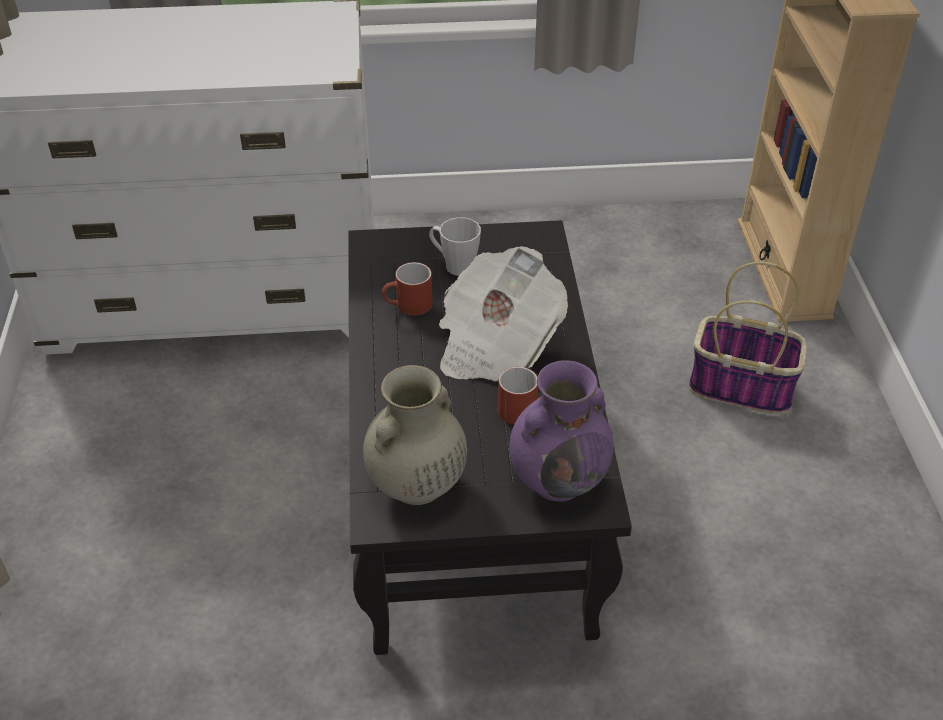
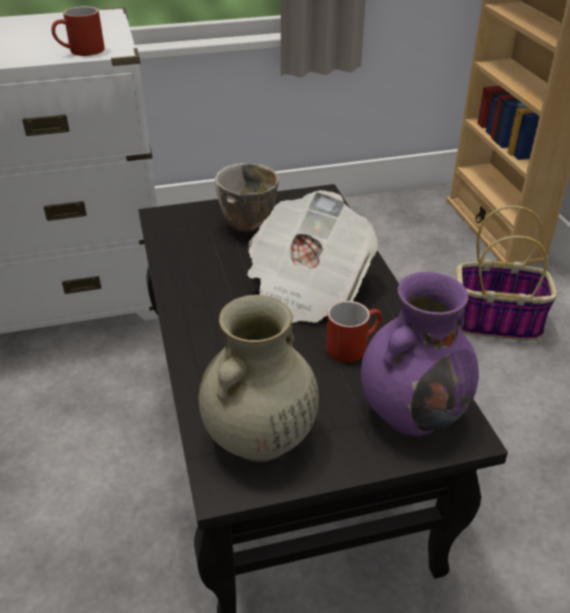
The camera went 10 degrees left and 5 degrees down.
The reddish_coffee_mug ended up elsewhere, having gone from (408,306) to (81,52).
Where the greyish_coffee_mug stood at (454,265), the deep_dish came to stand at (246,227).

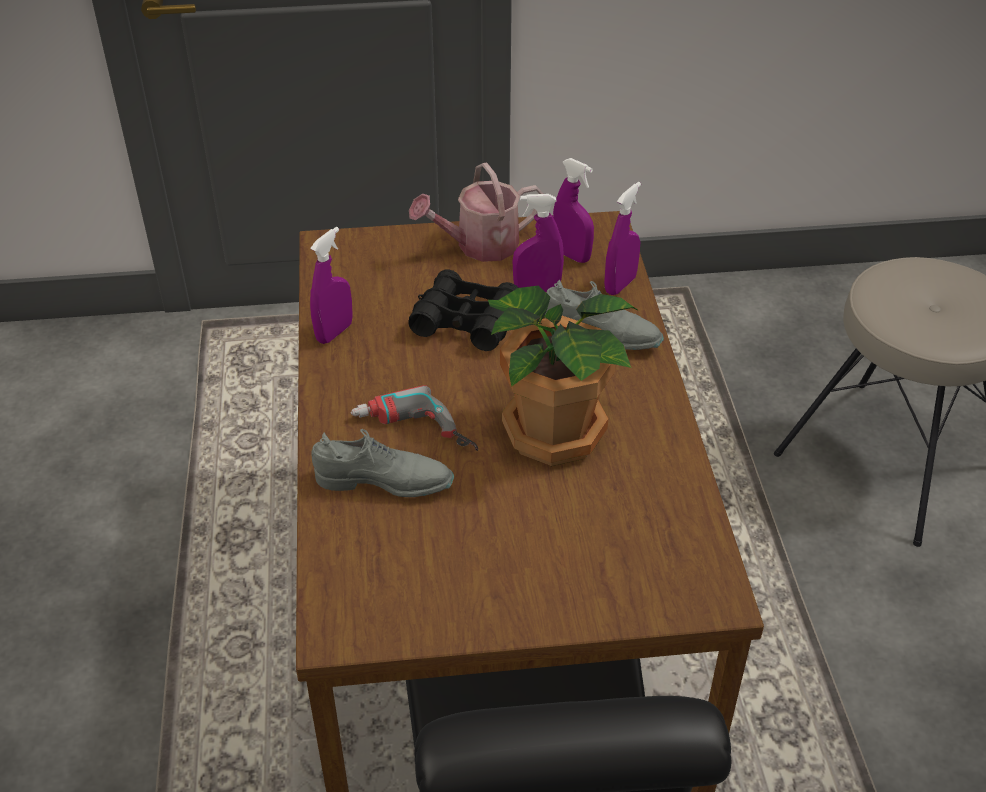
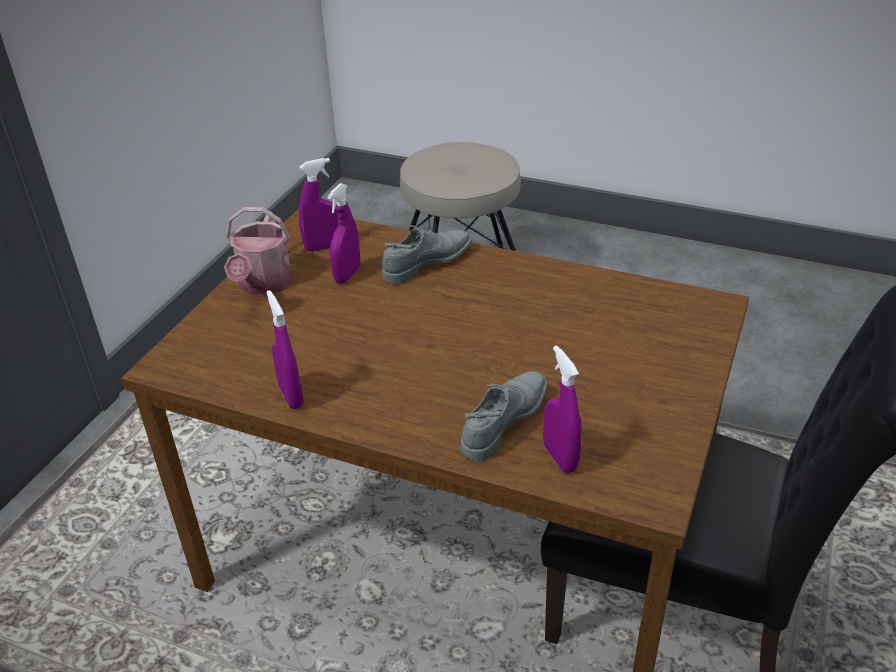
The camera went 60 degrees left and 5 degrees down.
The purplish_spray_bottle ended up elsewhere, having gone from (620,285) to (560,457).
The second view lost the electric_drill at (413,435).
The second view lost the black-coloured_field_glasses at (466,321).
The second view lost the houseplant at (553,430).

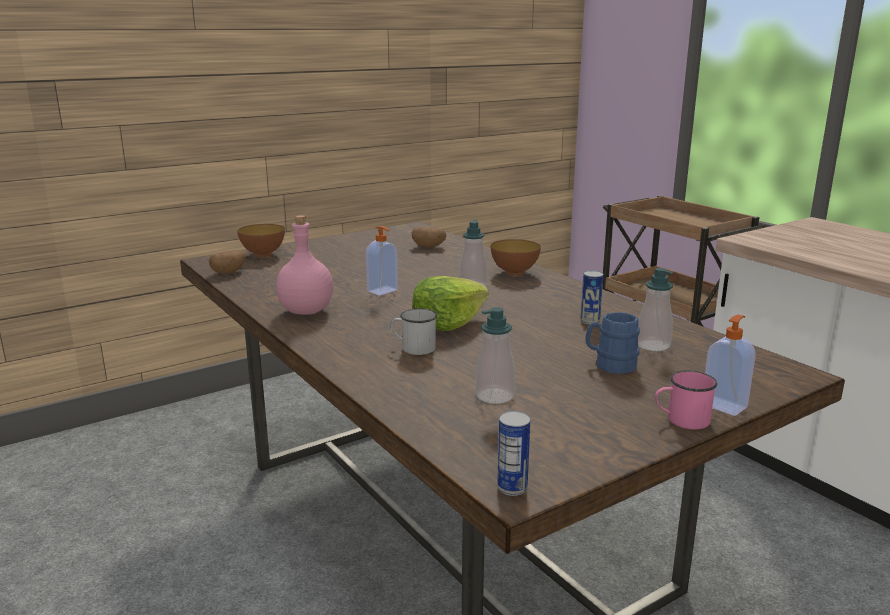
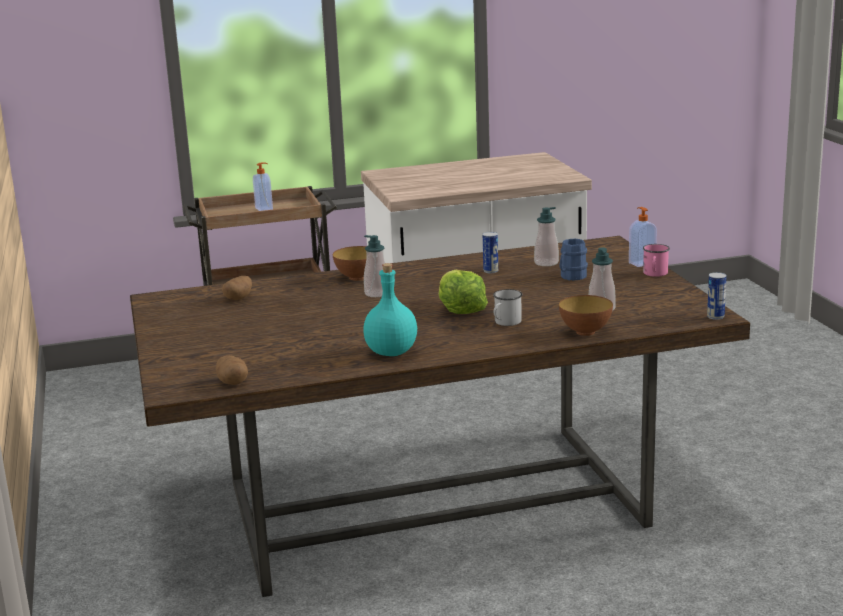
The camera went 70 degrees left and 0 degrees up.
The soap_bottle ended up elsewhere, having gone from (383,291) to (264,209).
What was the pink_bottle at (305,311) turned into the turquoise_bottle at (392,352).
The deep_dish ended up elsewhere, having gone from (263,254) to (585,332).

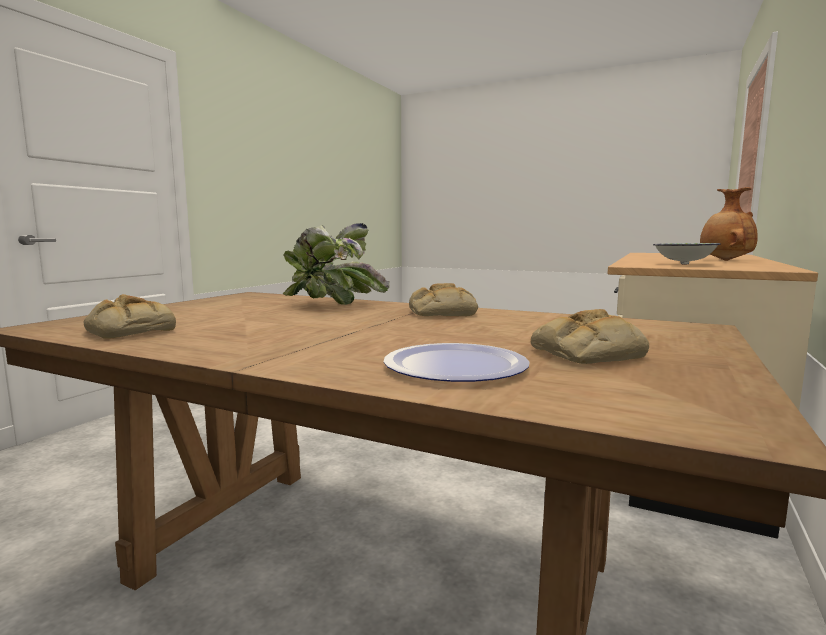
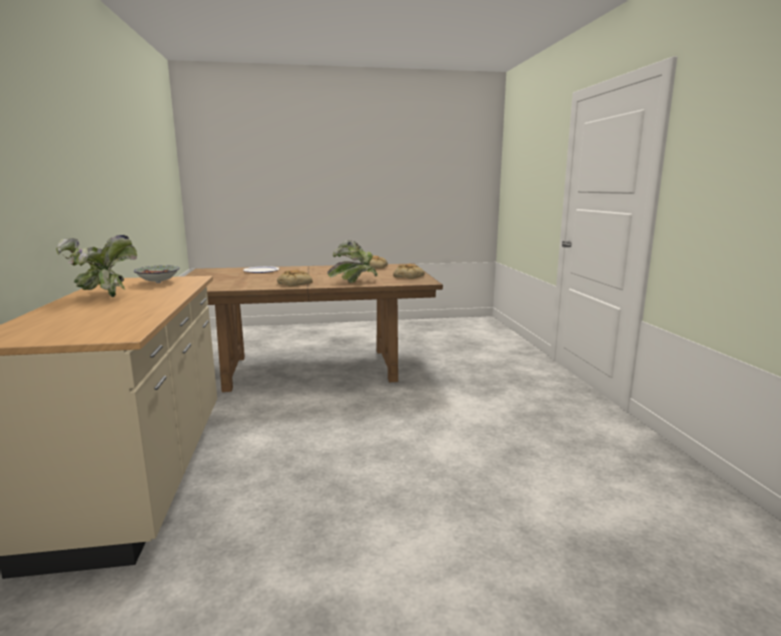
The camera went 145 degrees right and 5 degrees up.
Where the brownish_decorative_vase stood at (724,260), the houseplant came to stand at (103,296).
The bakery_bread ended up elsewhere, having gone from (587,354) to (408,276).

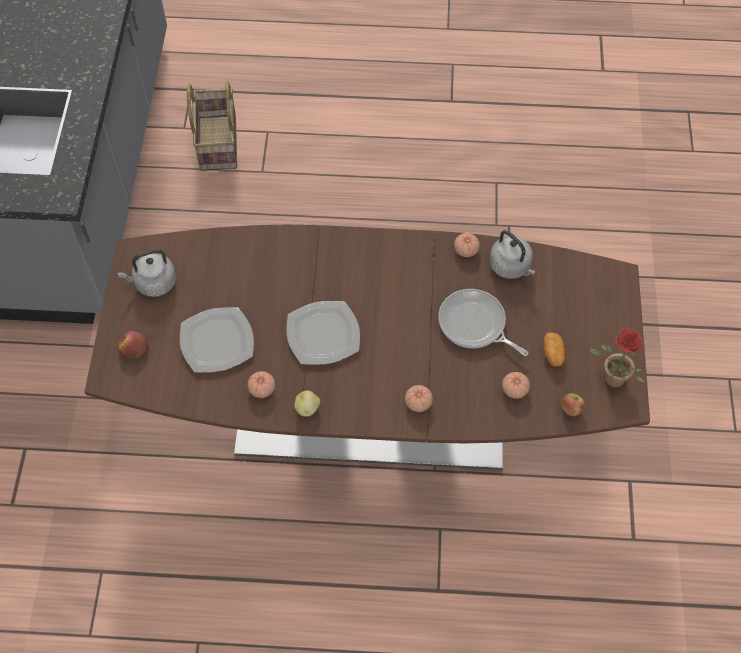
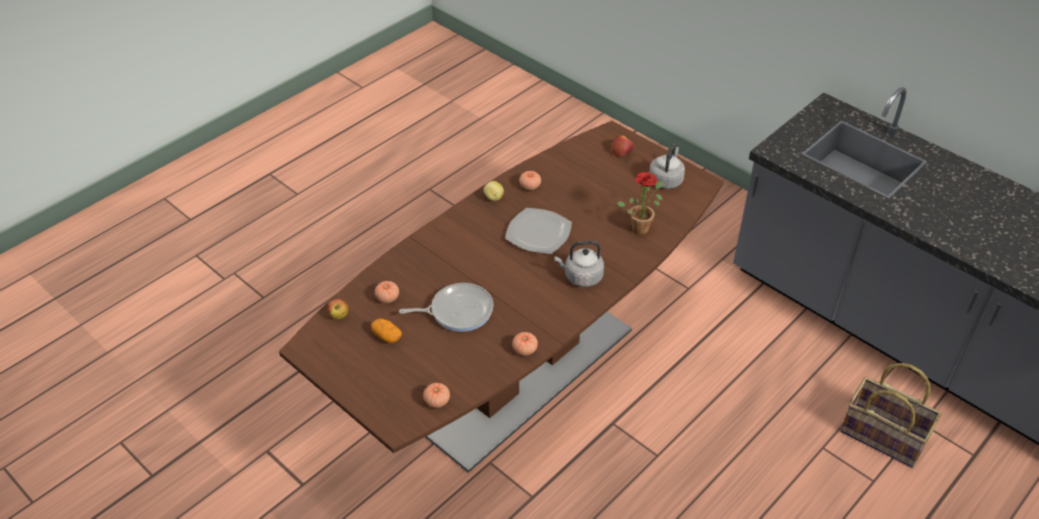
The camera went 130 degrees right and 15 degrees down.
The tomato ended up elsewhere, having gone from (418,403) to (437,401).
The greyish_water_kettle ended up elsewhere, having gone from (511,267) to (581,277).
The houseplant ended up elsewhere, having gone from (610,380) to (641,226).
The second view lost the dinner_plate at (218,342).

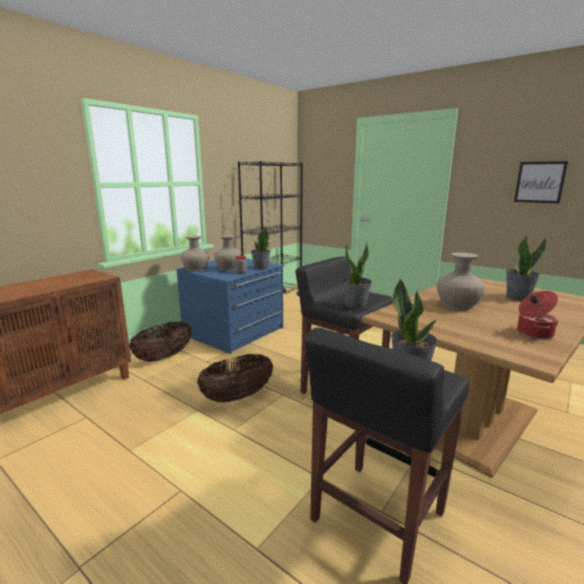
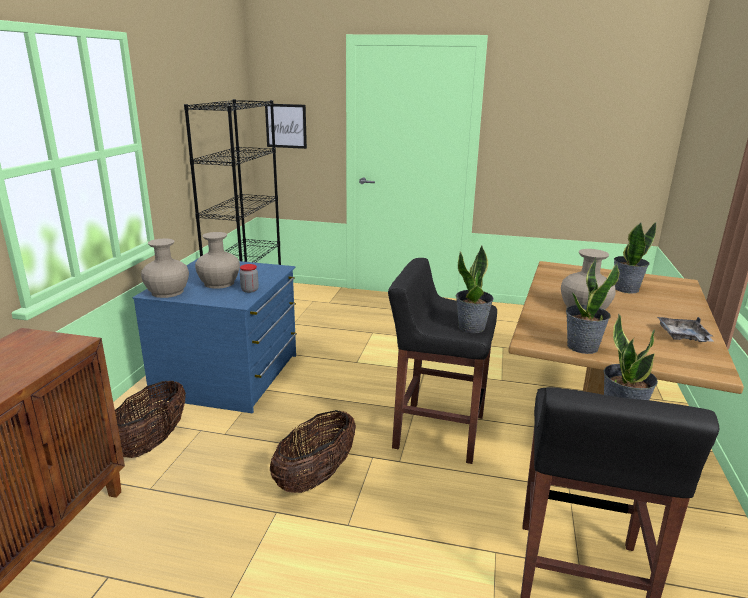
The camera went 25 degrees left and 5 degrees up.
The wall_art ended up elsewhere, having gone from (539,182) to (286,126).
The houseplant ended up elsewhere, having gone from (260,268) to (582,347).
Where the stockpot stood at (533,333), the greyish_serving_tray came to stand at (683,337).

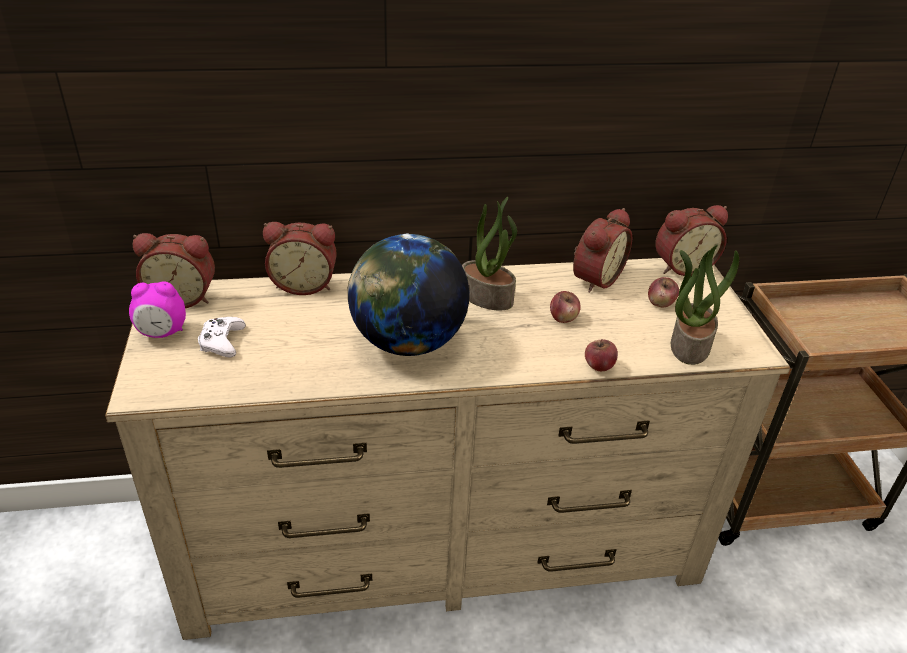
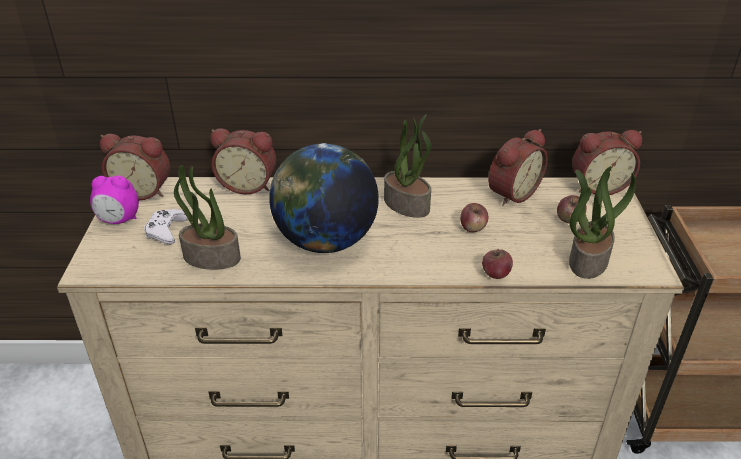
The camera went 10 degrees right and 0 degrees up.
The second view gained the houseplant at (210,258).

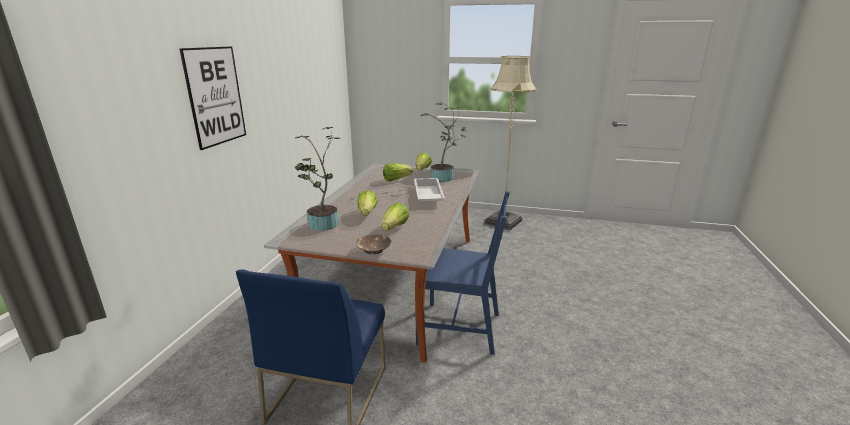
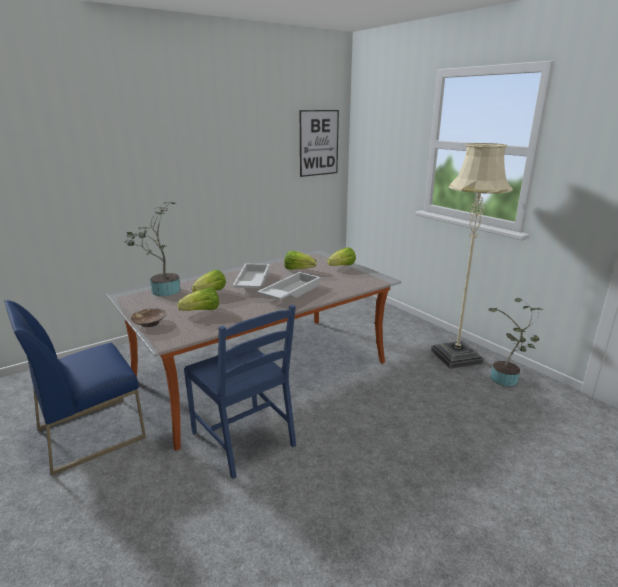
The camera went 40 degrees right and 0 degrees up.
The second view gained the whitish_serving_tray at (251,282).
The wall_art ended up elsewhere, having gone from (215,96) to (319,143).
The houseplant ended up elsewhere, having gone from (444,178) to (506,380).

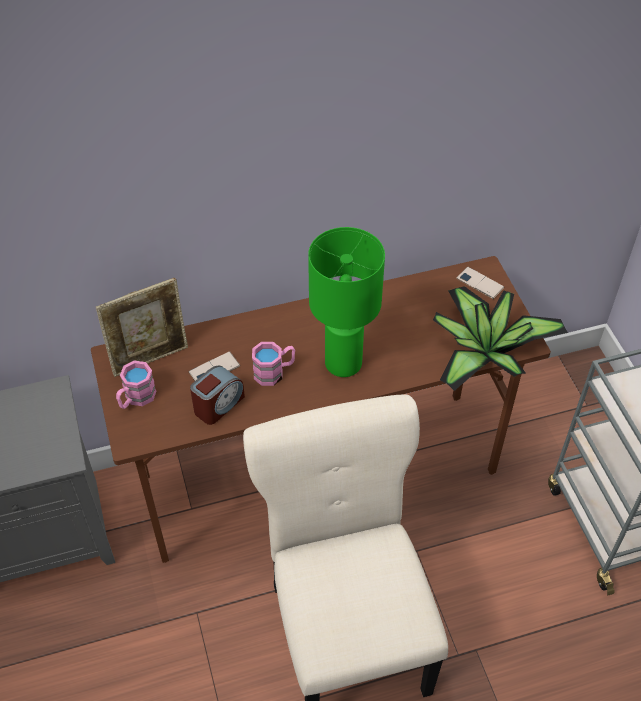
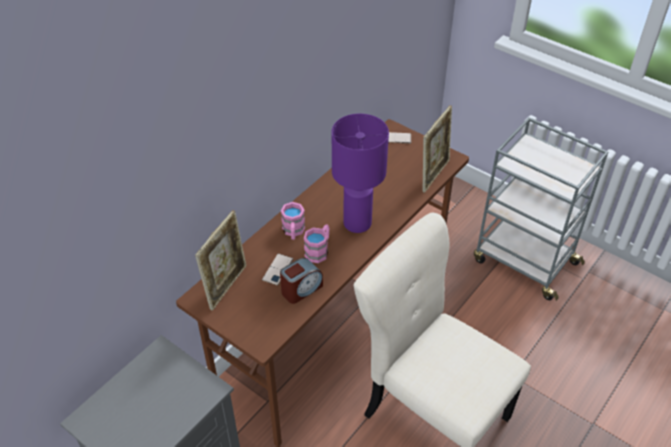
The camera went 35 degrees left and 5 degrees down.
The bedside_clock at (218,405) ended up facing another way, 45 degrees clockwise from before.
The pink_coffee_mug ended up elsewhere, having gone from (136,398) to (293,232).
What was the green-coloured_lamp_for_a_table at (343,362) turned into the purplish_lamp_for_a_table at (356,223).
Where the houseplant stood at (485,352), the photo_frame came to stand at (434,174).

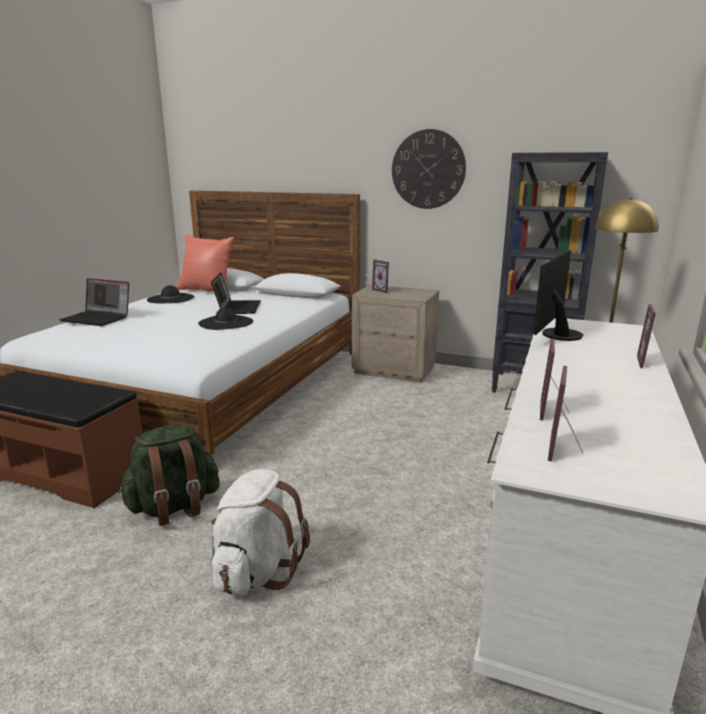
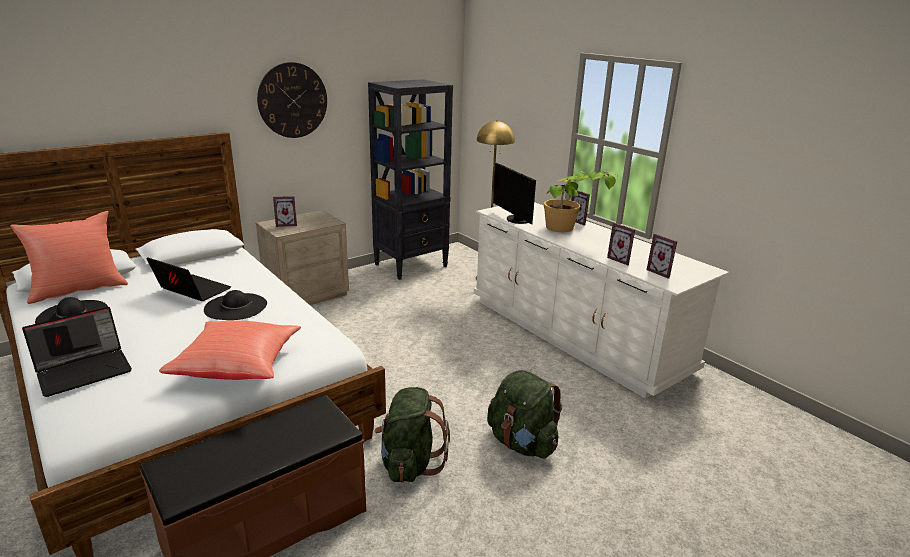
The camera went 60 degrees left and 5 degrees up.
The second view gained the reddish_cushion at (238,366).
What was the whitish_rucksack at (256,570) turned into the green-coloured_rucksack at (522,443).
The second view gained the houseplant at (570,232).

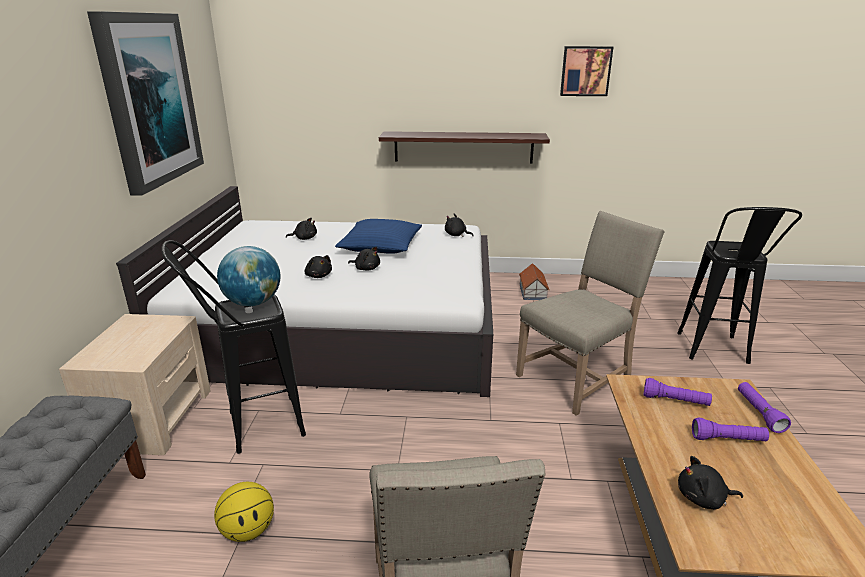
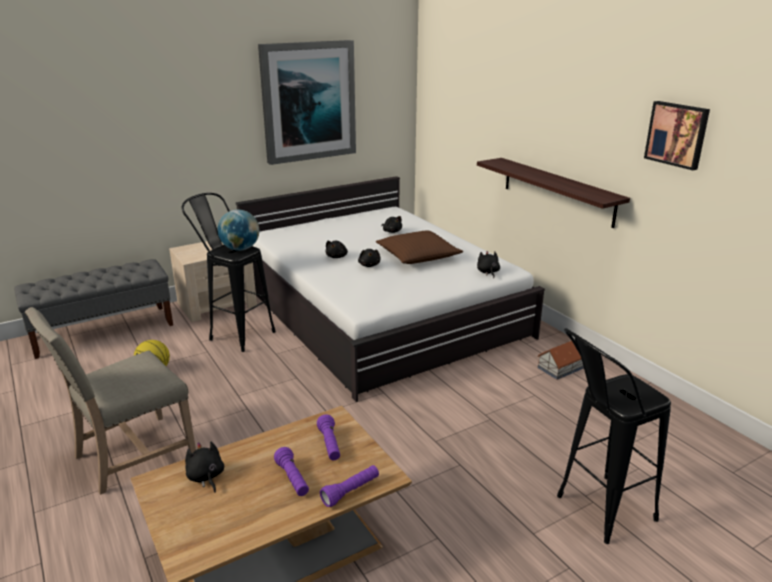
The camera went 55 degrees right and 0 degrees up.
What was the blue-coloured_cushion at (380,246) turned into the brownish_cushion at (417,256).
The second view lost the beige_chair at (577,378).

